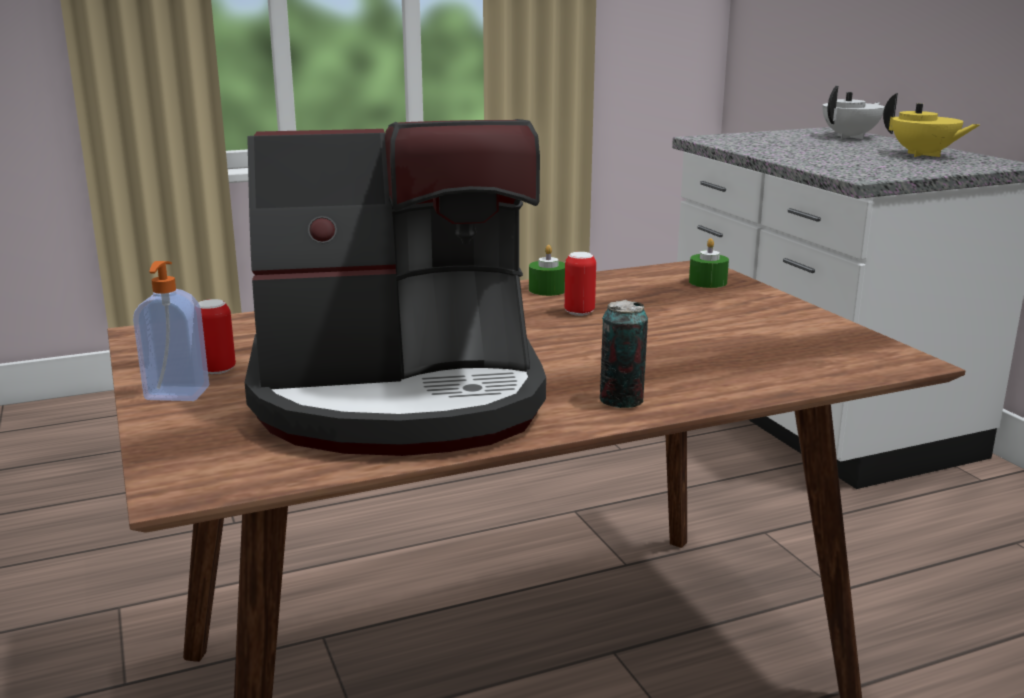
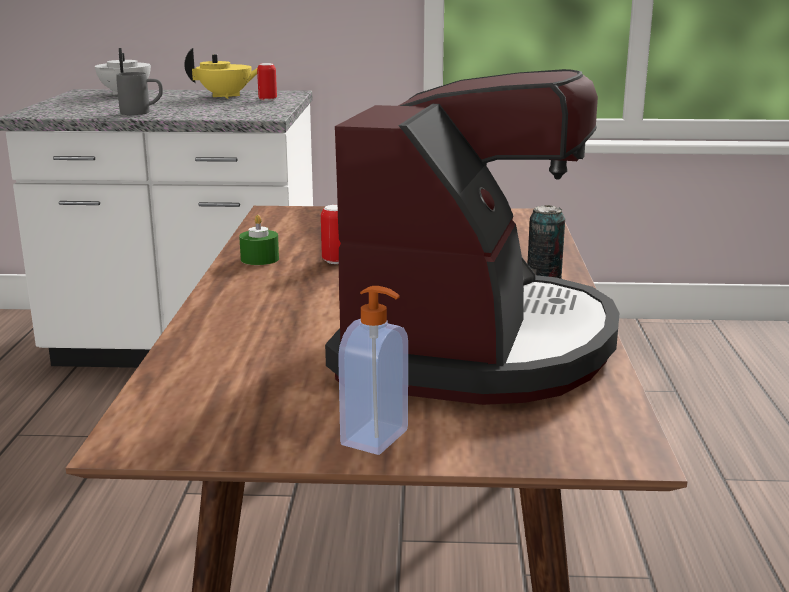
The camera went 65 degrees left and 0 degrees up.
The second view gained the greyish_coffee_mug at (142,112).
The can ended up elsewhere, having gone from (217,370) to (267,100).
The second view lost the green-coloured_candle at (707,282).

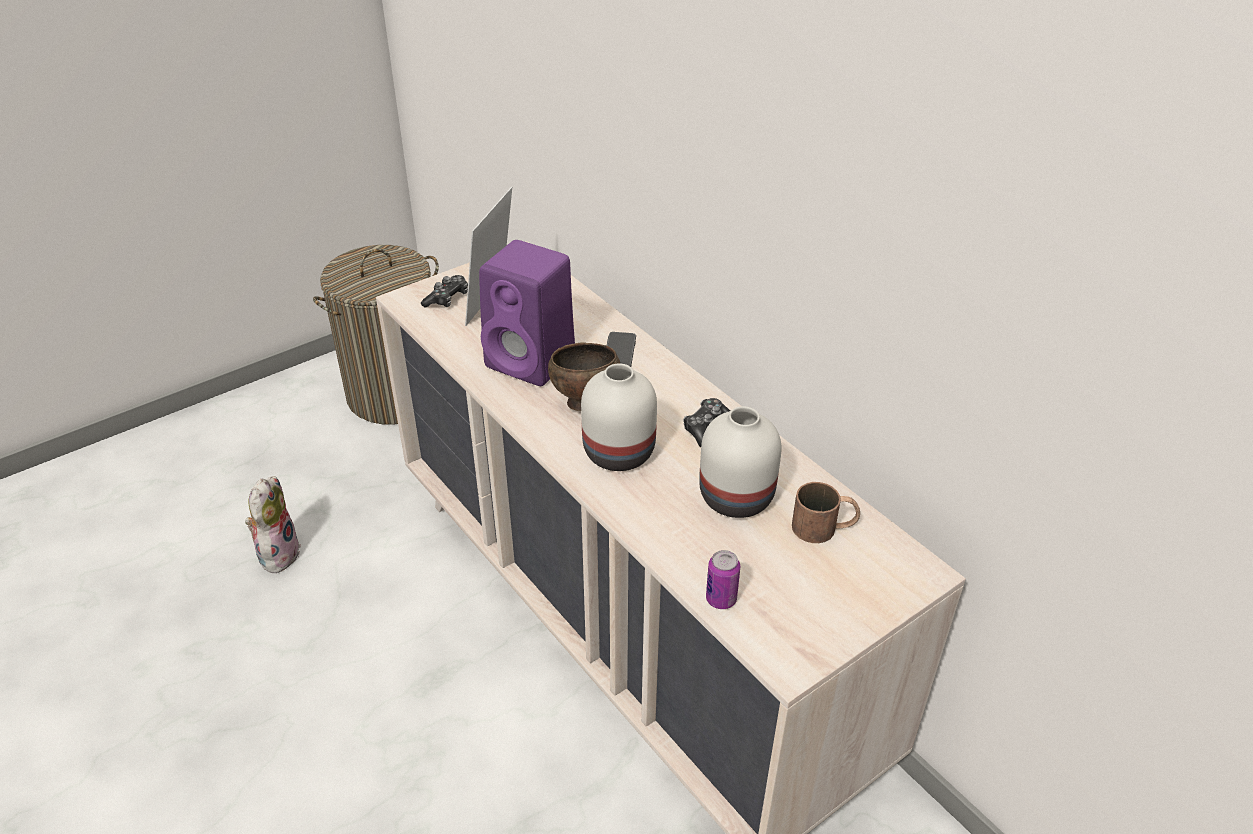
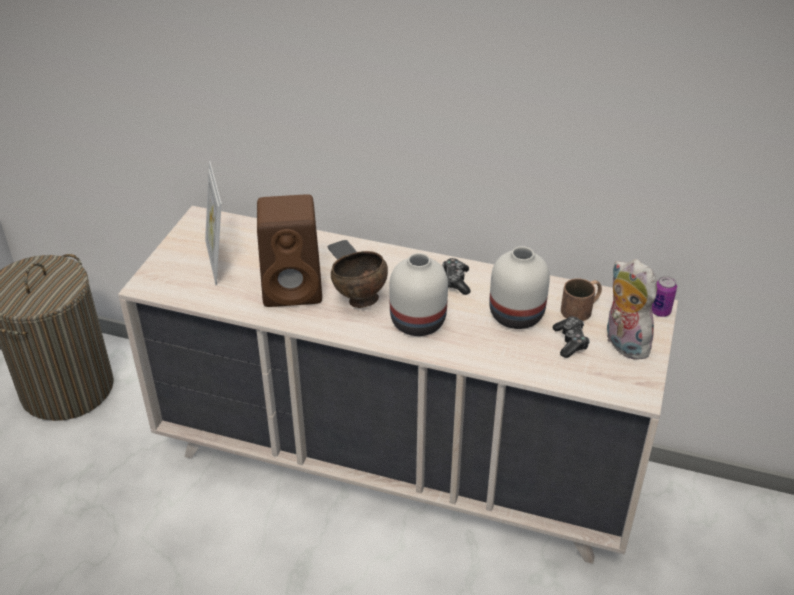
The camera went 35 degrees left and 0 degrees up.
What was the purplish_loudspeaker at (533,361) turned into the brownish_loudspeaker at (294,288).
The game_controller ended up elsewhere, having gone from (447,299) to (570,342).
The plush_toy ended up elsewhere, having gone from (278,553) to (622,343).
The can ended up elsewhere, having gone from (721,599) to (660,311).

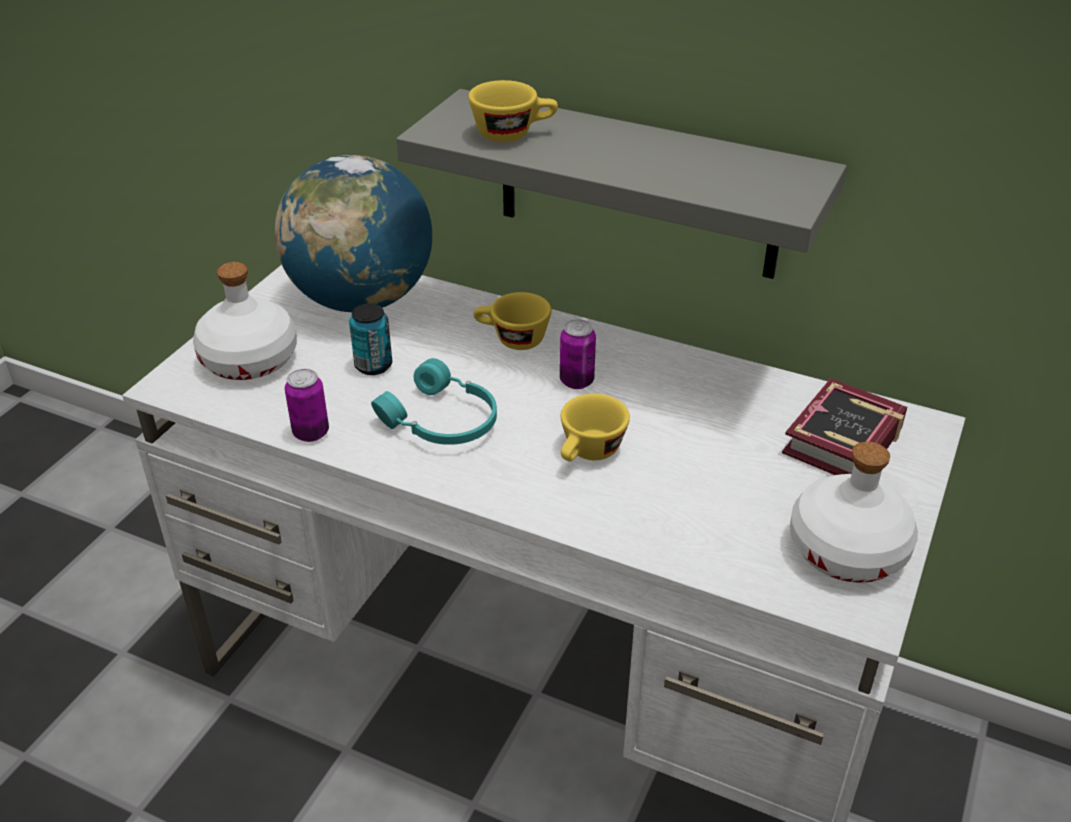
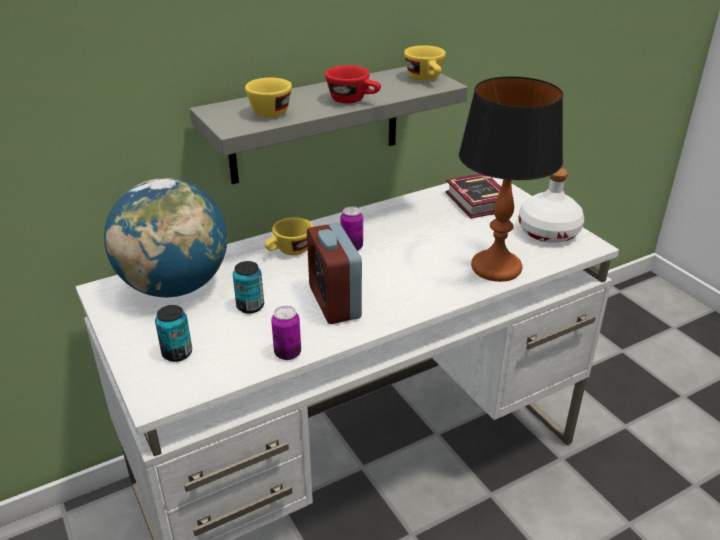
The camera went 55 degrees left and 5 degrees down.
Where the whitish_bottle stood at (249,360), the can came to stand at (177,353).
Where the turquoise_pair_of_headphones stood at (441,422), the bedside_clock came to stand at (334,302).
The second view gained the reddish_small_cup at (353,100).
The yellow_small_cup ended up elsewhere, having gone from (589,453) to (426,79).
The second view gained the lamp_for_a_table at (496,267).

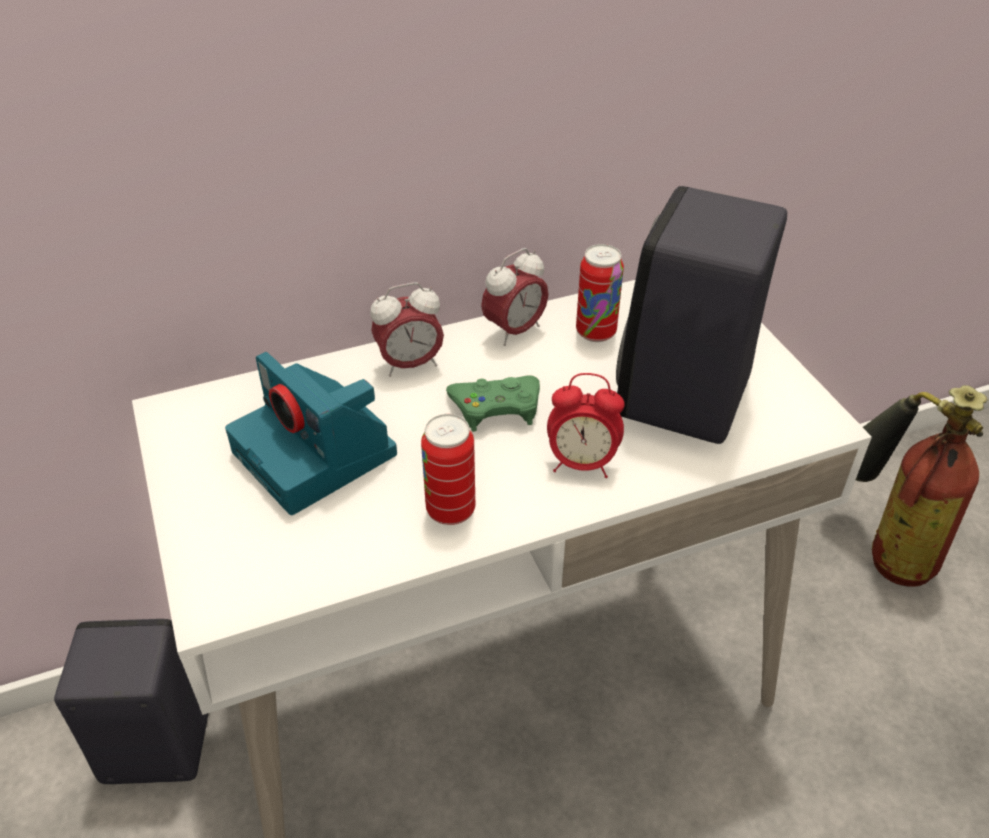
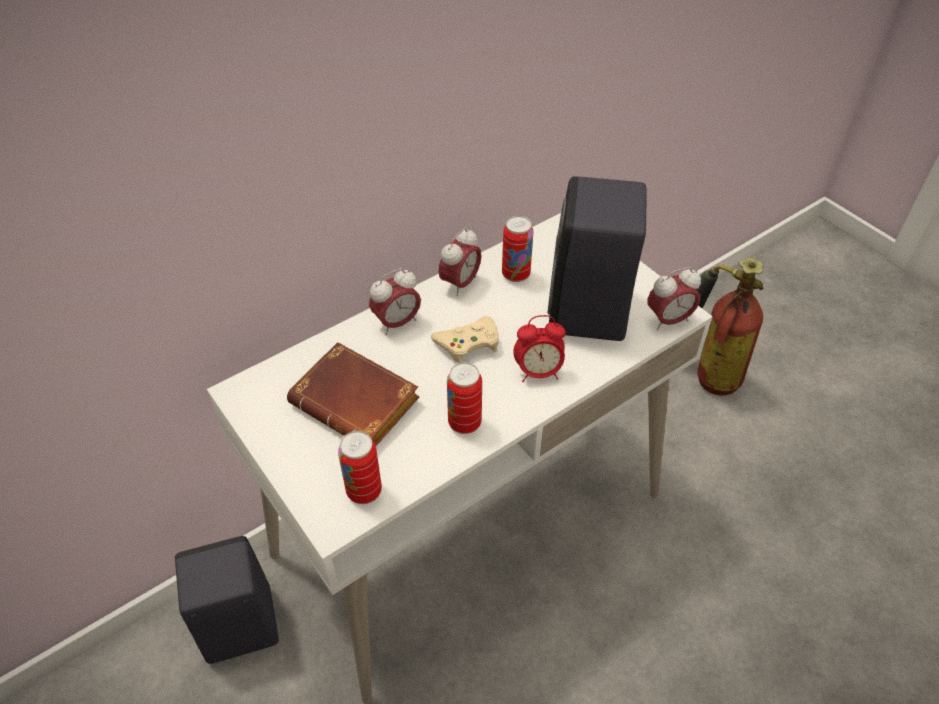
The camera went 15 degrees left and 5 degrees up.
Where the still_camera stood at (318,454), the brownish_book came to stand at (359,402).
The second view gained the can at (364,491).
What was the green-coloured_game_controller at (496,407) turned into the beige_game_controller at (468,343).
The second view gained the bedside_clock at (668,320).

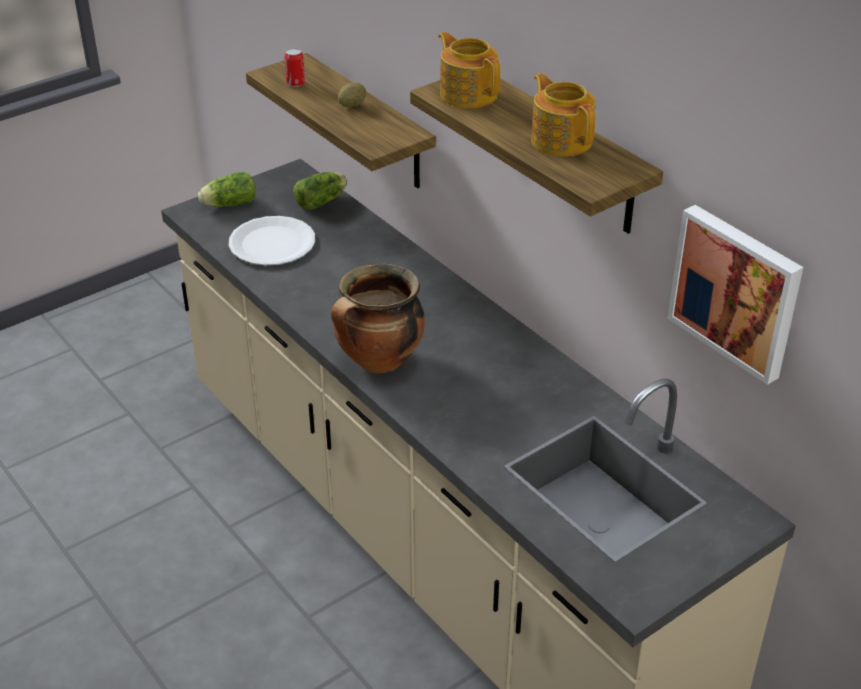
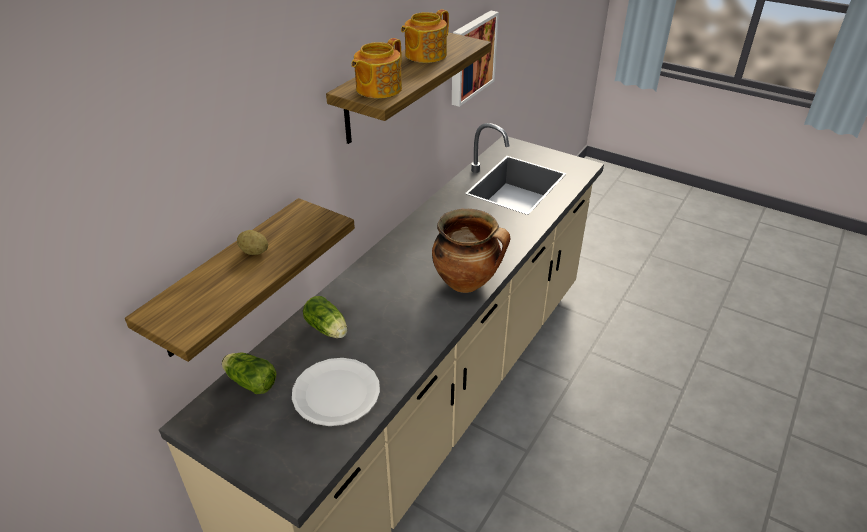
The camera went 110 degrees left and 0 degrees up.
The lettuce_head ended up elsewhere, having gone from (228,204) to (328,329).
The second view lost the can at (295,83).

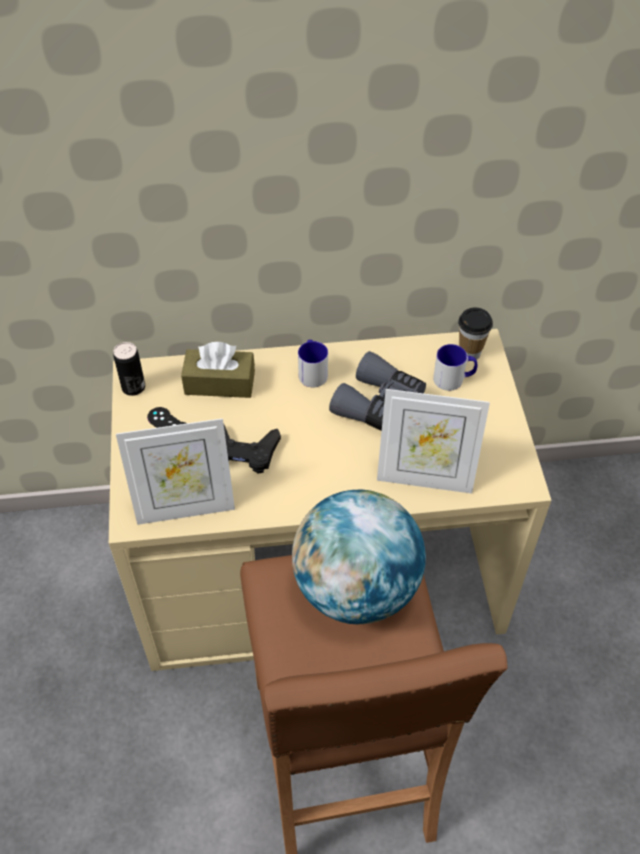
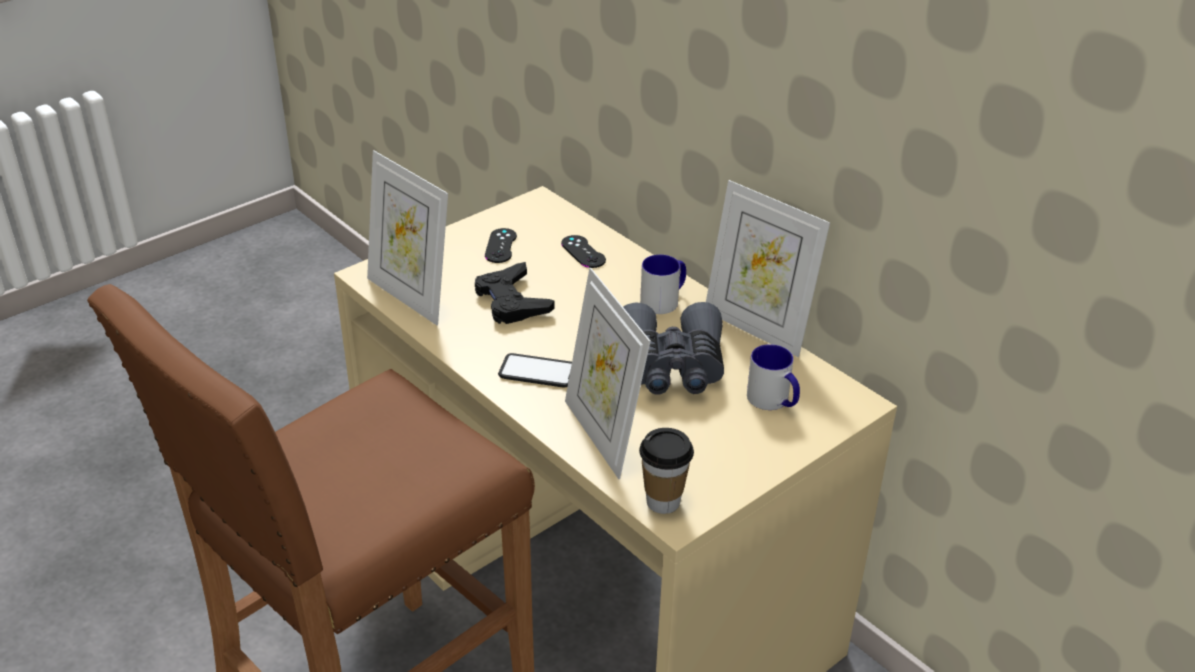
The camera went 55 degrees right and 15 degrees down.
The second view gained the phone at (538,371).
Where the brownish_tissue_holder stood at (219,383), the black-coloured_game_controller came to stand at (583,252).
The small_cup ended up elsewhere, having gone from (470,353) to (663,502).
The second view gained the photo_frame at (757,328).
The second view lost the can at (133,387).
The second view lost the globe at (356,588).

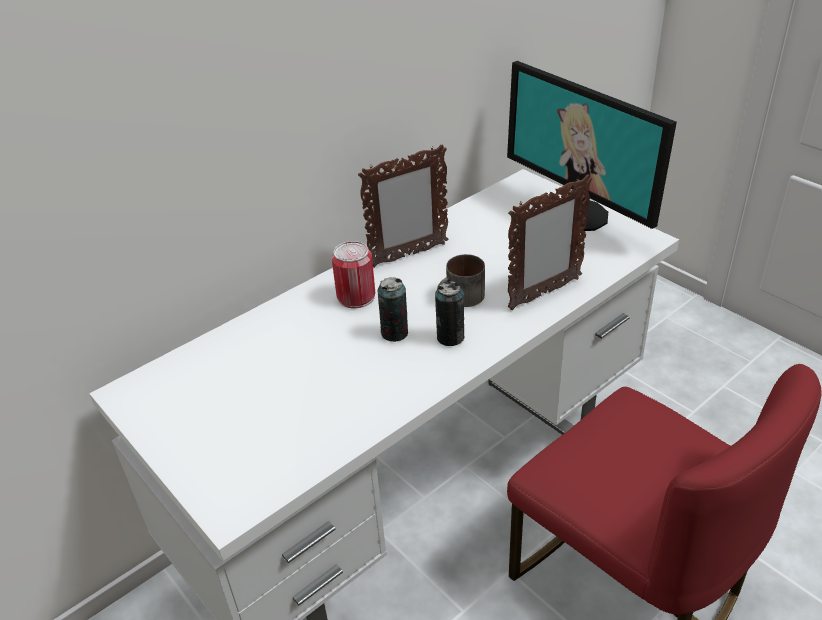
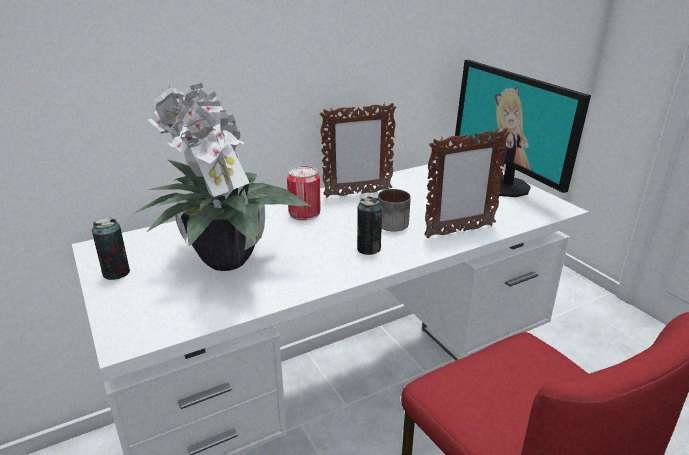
The camera went 10 degrees right and 10 degrees down.
The can ended up elsewhere, having gone from (394,333) to (116,273).
The second view gained the houseplant at (226,264).

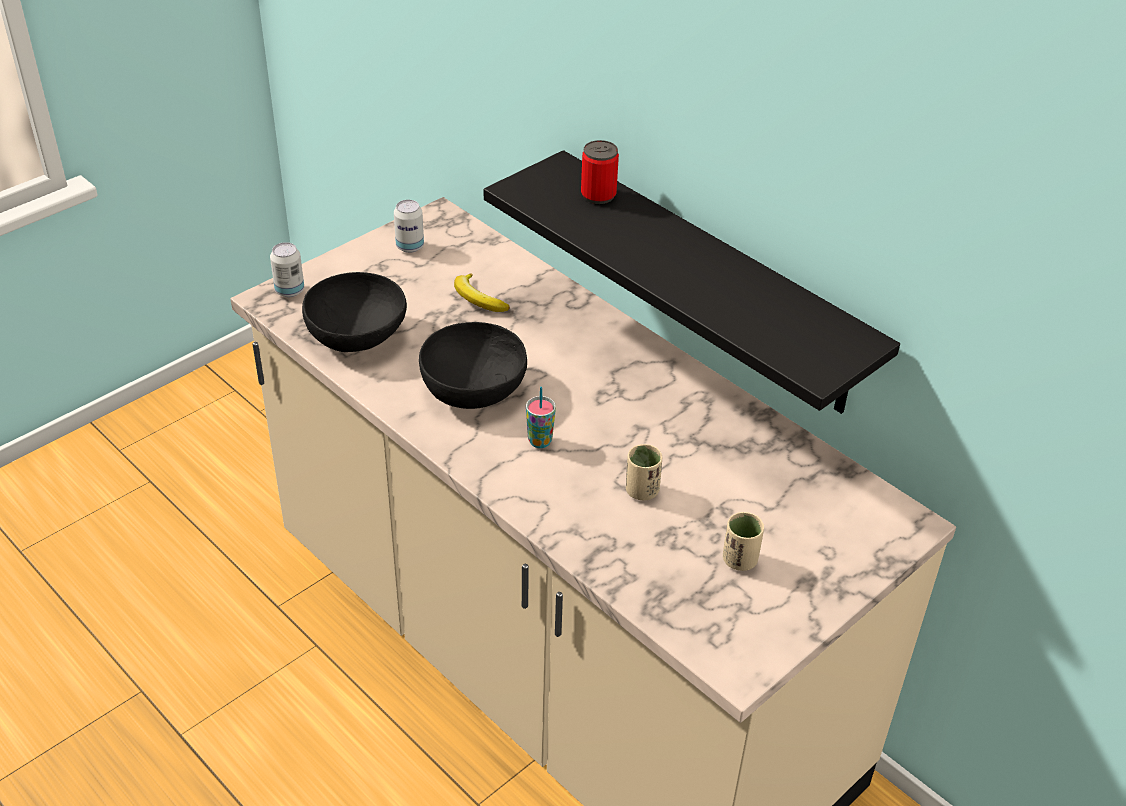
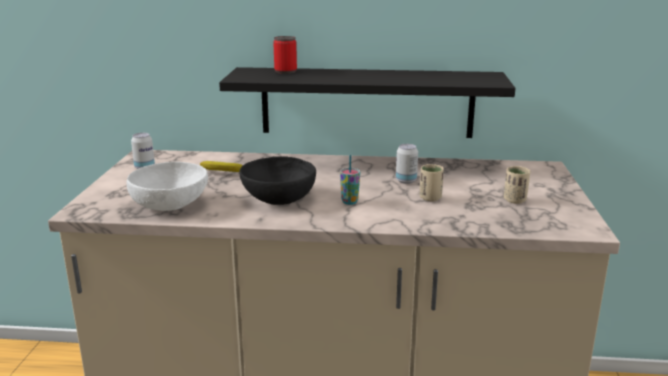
The camera went 40 degrees left and 20 degrees down.
What was the black-coloured_deep_dish at (358,336) turned into the whitish_deep_dish at (171,205).
The can ended up elsewhere, having gone from (289,291) to (406,181).

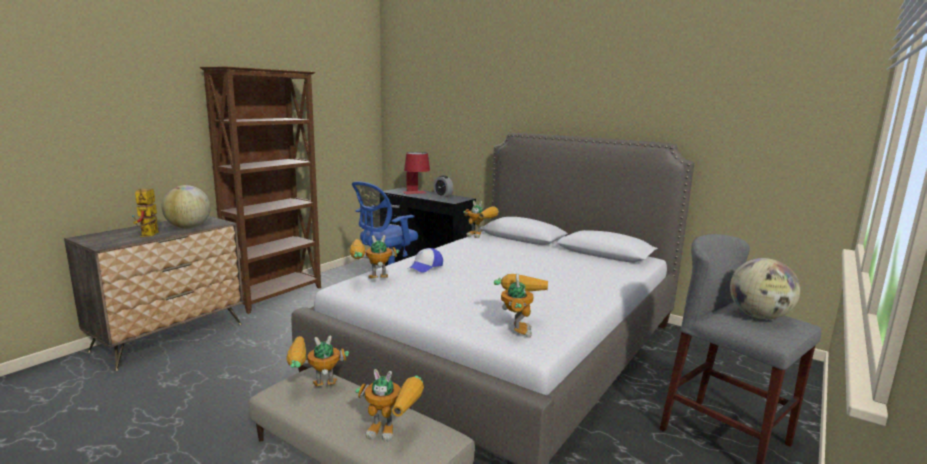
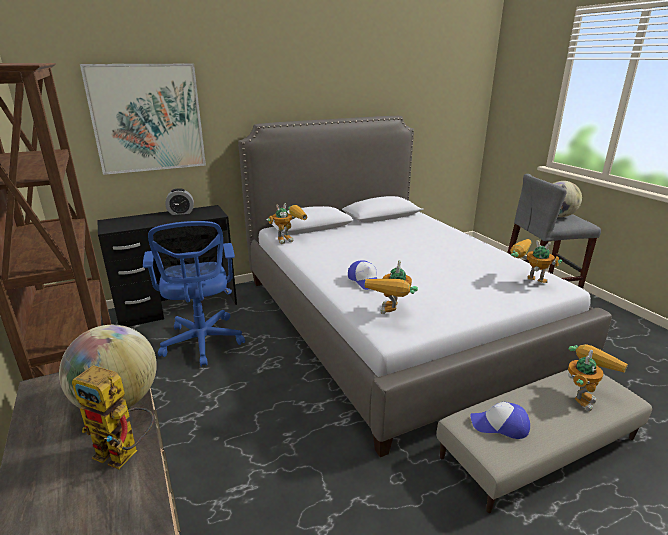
The camera went 60 degrees left and 10 degrees up.
The second view gained the wall_art at (147,118).
Where the model_robot stood at (315,390), the baseball_cap came to stand at (500,425).
The second view lost the reddish_lamp_for_a_table at (416,193).

